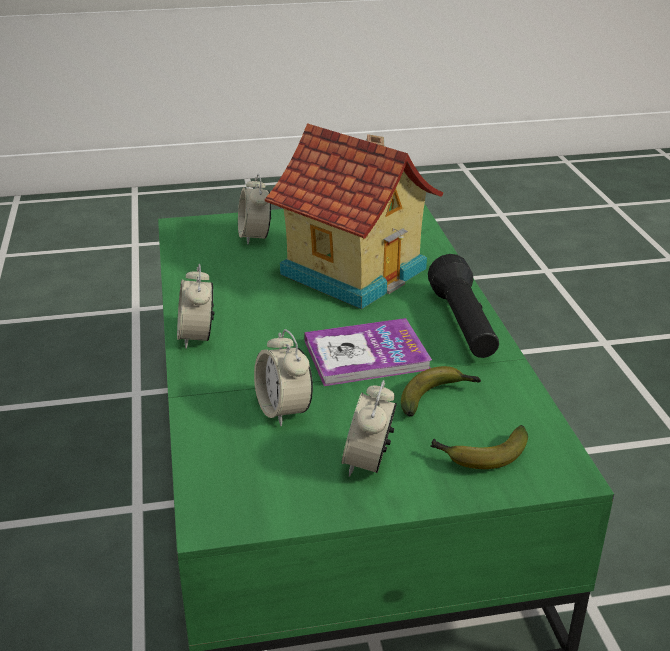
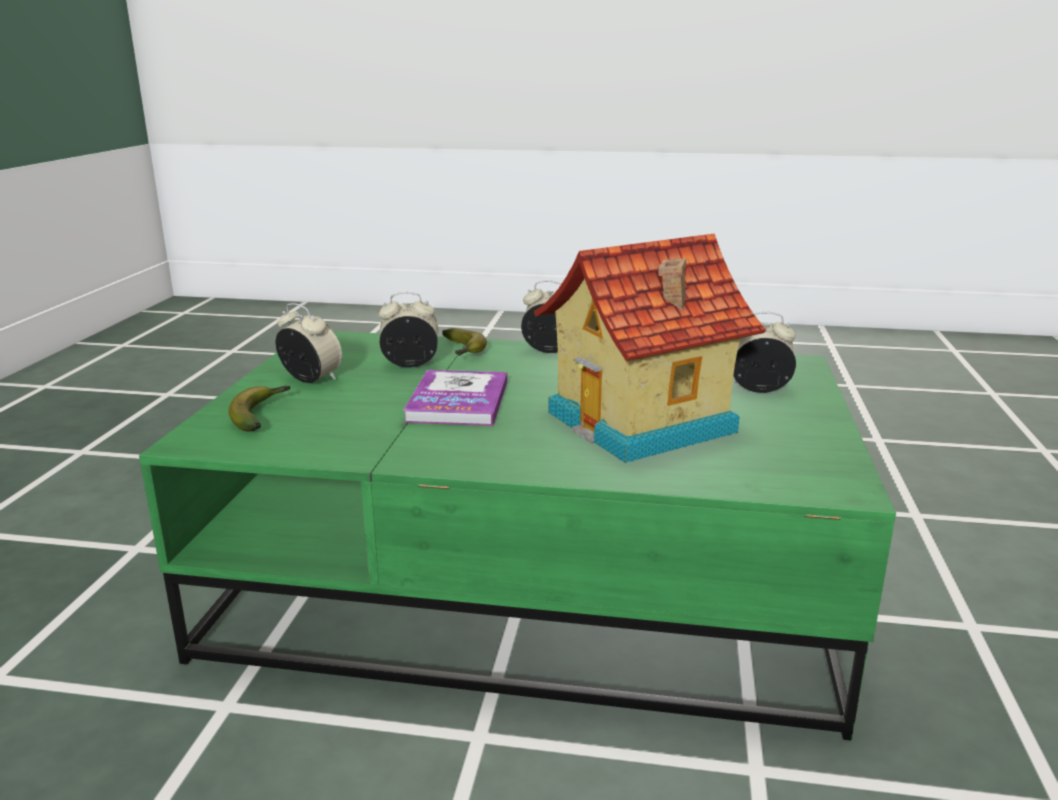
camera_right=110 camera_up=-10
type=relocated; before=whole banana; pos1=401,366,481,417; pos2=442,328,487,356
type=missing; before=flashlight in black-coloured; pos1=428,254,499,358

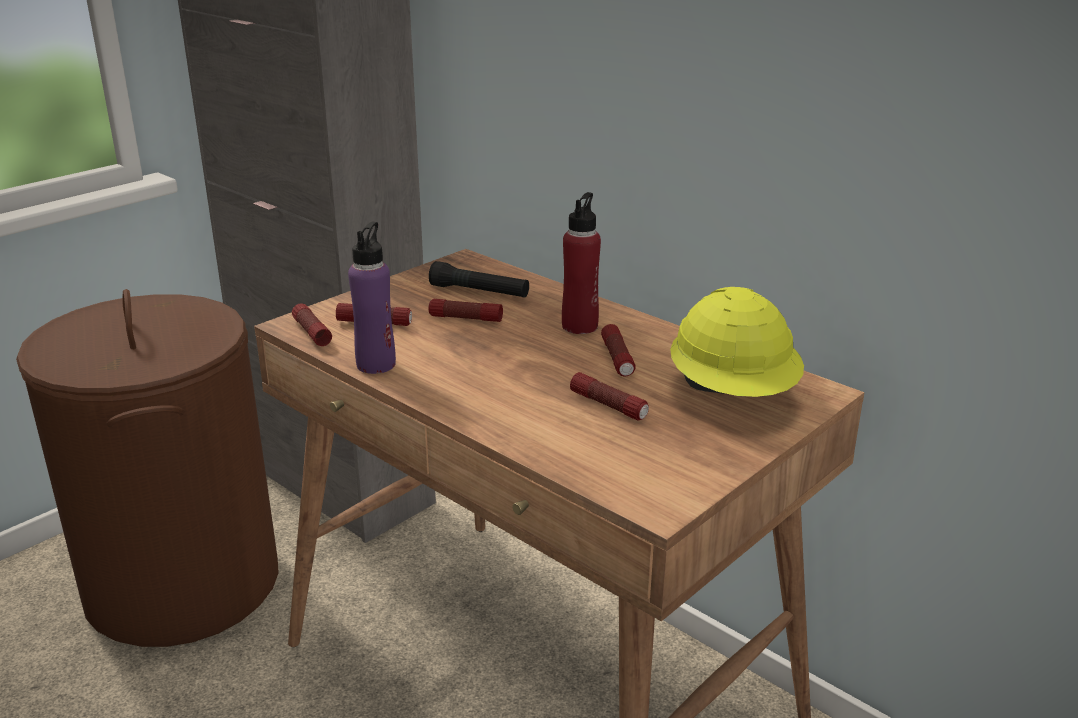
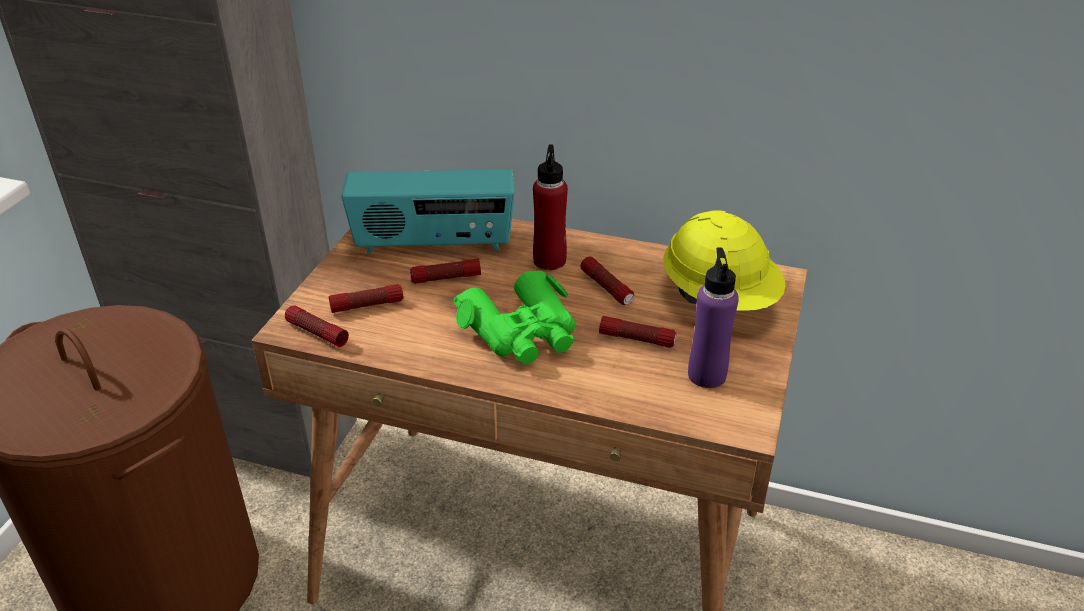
camera_right=-25 camera_up=10
type=relocated; before=drink bottle in purplish; pos1=348,222,396,374; pos2=688,247,739,388
type=exchanged; before=flashlight in black-coloured; after=radio receiver; pos1=429,261,529,298; pos2=341,169,515,253
type=appeared; after=binoculars in greenish; pos2=454,270,576,364

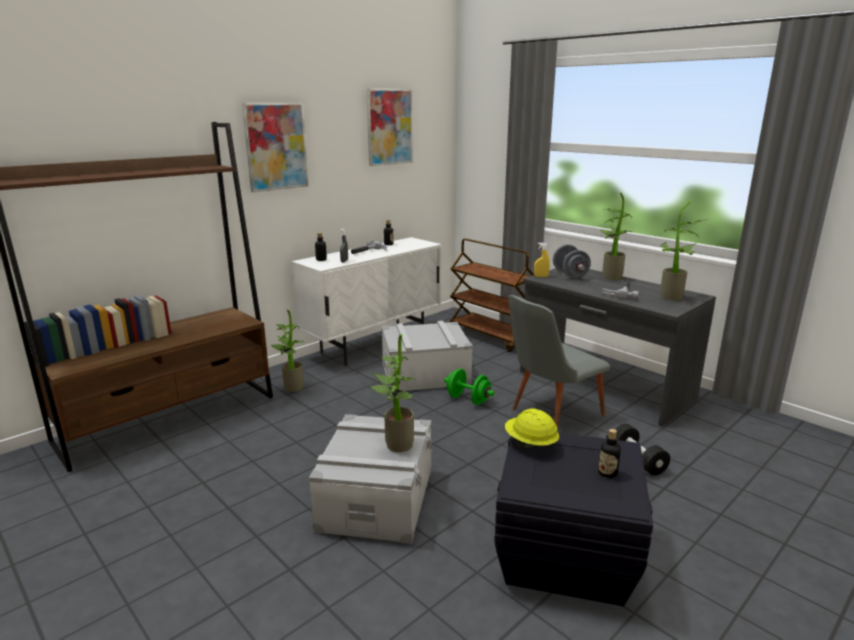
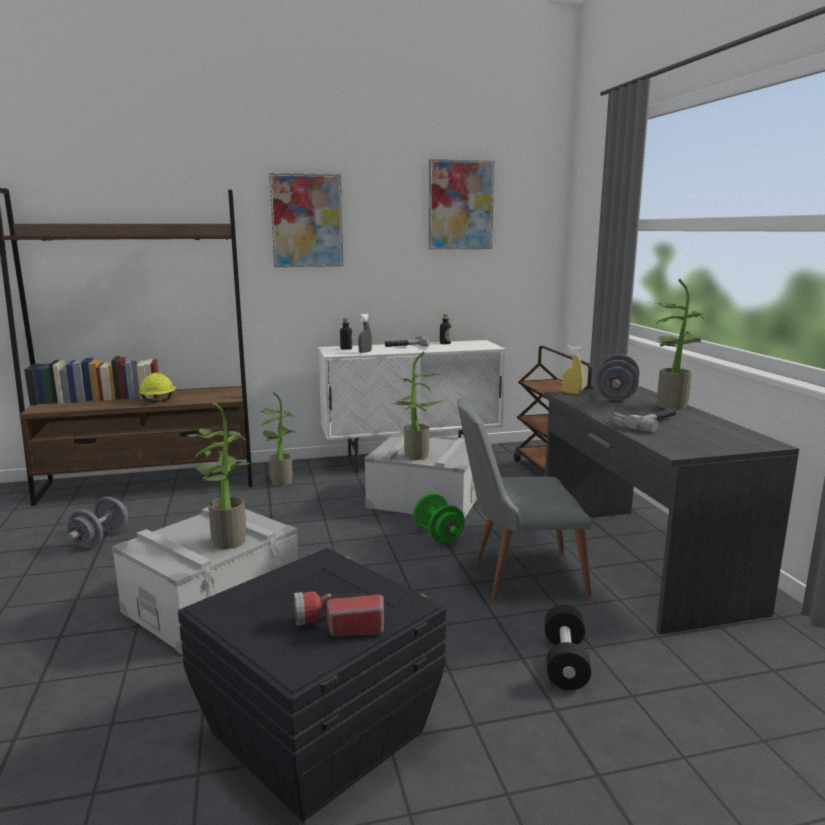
camera_right=30 camera_up=-5
type=relocated; before=safety helmet in yellow-coloured; pos1=505,408,559,449; pos2=138,373,176,402
type=exchanged; before=drink bottle; after=flashlight; pos1=598,429,621,478; pos2=294,591,384,636
type=relocated; before=houseplant; pos1=660,201,709,300; pos2=391,351,445,460
type=appeared; after=dumbbell in greyish; pos2=67,497,128,548

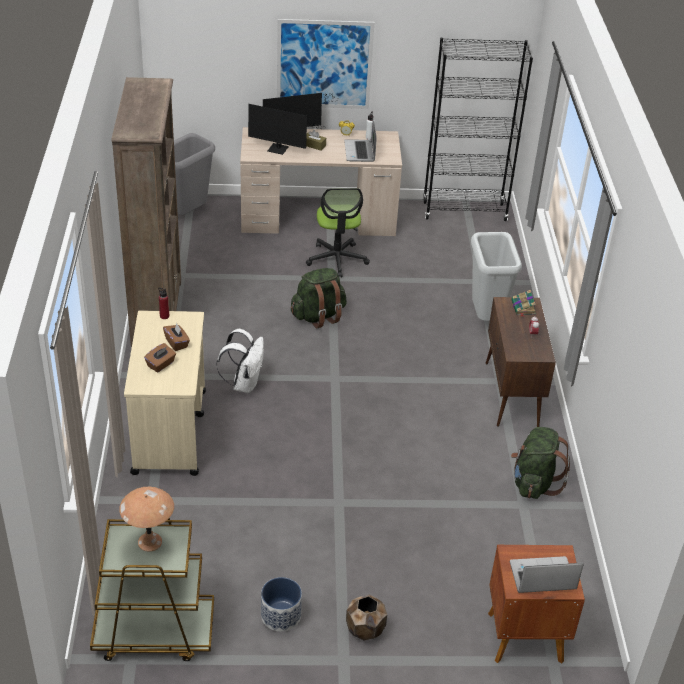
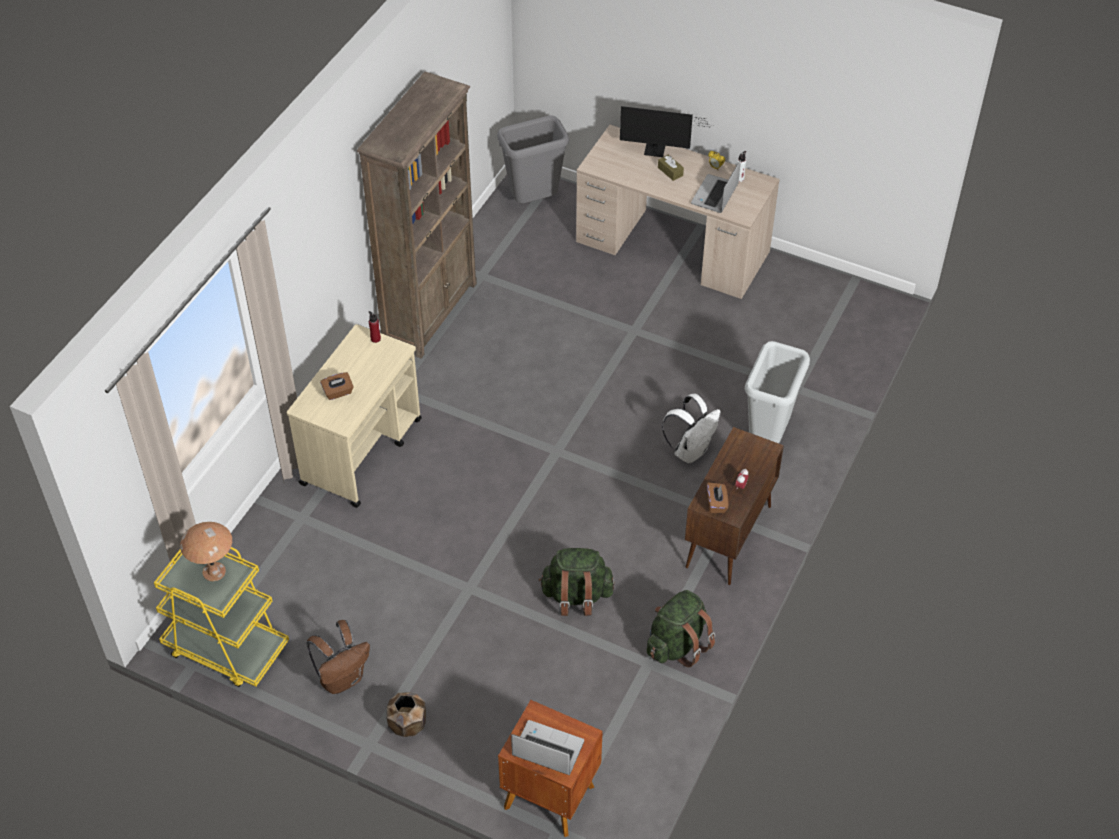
camera_right=30 camera_up=10
type=colour; before=wheeled cart in brownish; after=wheeled cart in yellow-coloured; pos1=90,518,214,661; pos2=154,547,289,687
type=relocated; before=tissue holder in brownish; pos1=163,323,190,351; pos2=707,482,728,513
type=relocated; before=knapsack in white; pos1=216,329,264,394; pos2=662,394,721,464
type=missing; before=monitor; pos1=248,104,326,155
type=exchanged; before=planter; after=knapsack in brownish; pos1=261,577,302,631; pos2=307,620,370,694
type=missing; before=picture; pos1=277,19,374,109
type=relocated; before=knapsack in greenish; pos1=291,268,347,328; pos2=539,548,614,616
type=missing; before=desk chair; pos1=306,188,370,277
type=missing; before=bookcase in black-coloured; pos1=423,38,533,221
type=missing; before=book; pos1=511,290,536,317

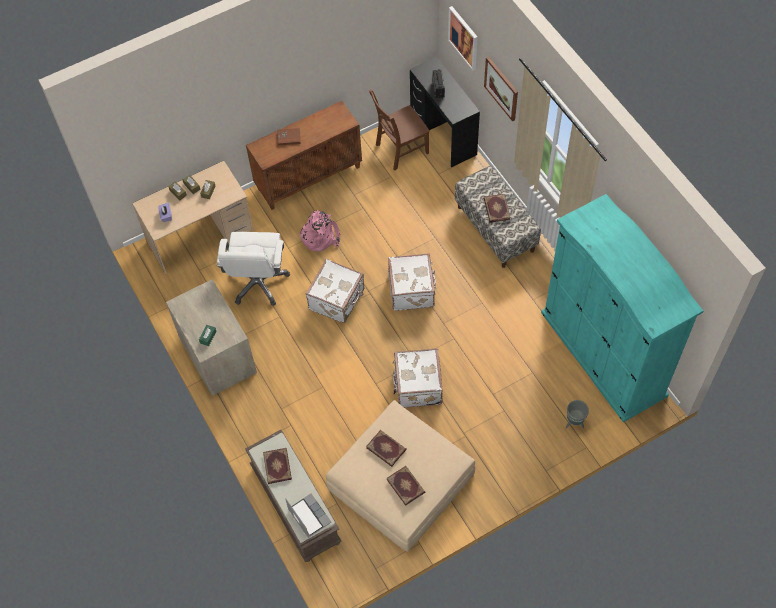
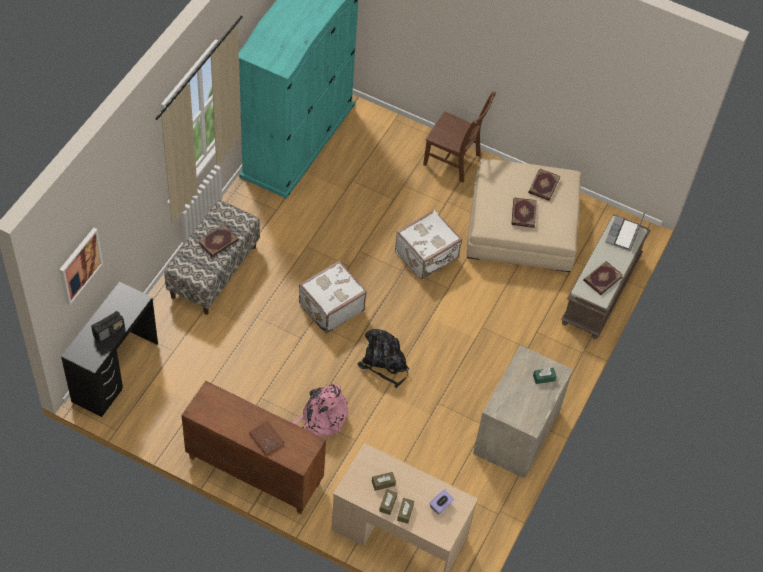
camera_right=-130 camera_up=-5
type=missing; before=desk chair in white; pos1=217,232,290,306
type=exchanged; before=piece of luggage in white; after=knapsack in black-coloured; pos1=306,259,364,323; pos2=357,329,409,388
type=relocated; before=upright chair in brownish; pos1=369,89,430,170; pos2=423,91,496,183
type=missing; before=picture; pos1=484,56,518,122
type=missing; before=planter in greyish; pos1=565,400,589,429

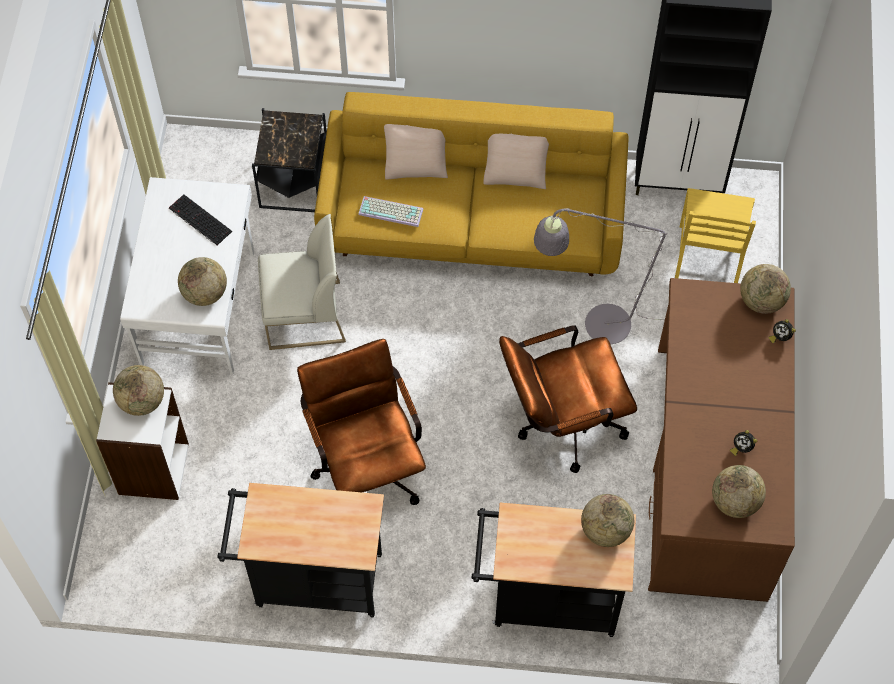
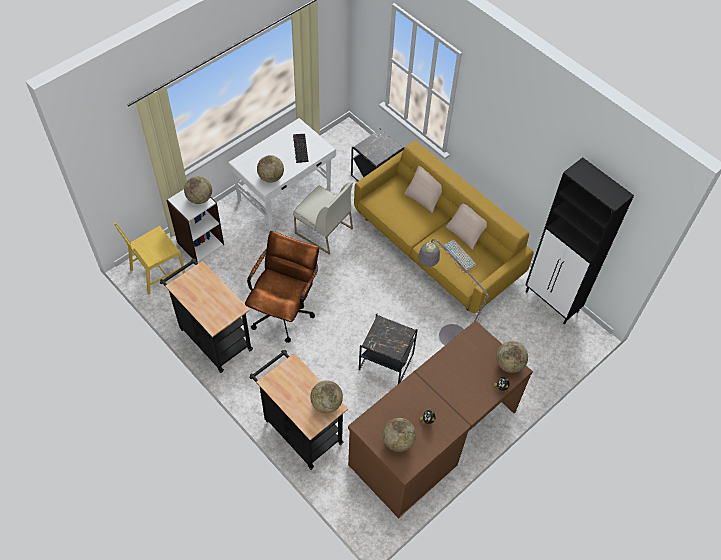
camera_right=40 camera_up=-5
type=relocated; before=computer keyboard; pos1=358,196,423,227; pos2=444,240,476,271
type=exchanged; before=desk chair in brownish; after=accent table in black-coloured; pos1=499,325,637,473; pos2=359,313,418,384
type=relocated; before=upright chair in yellow-coloured; pos1=675,188,756,283; pos2=113,223,185,295

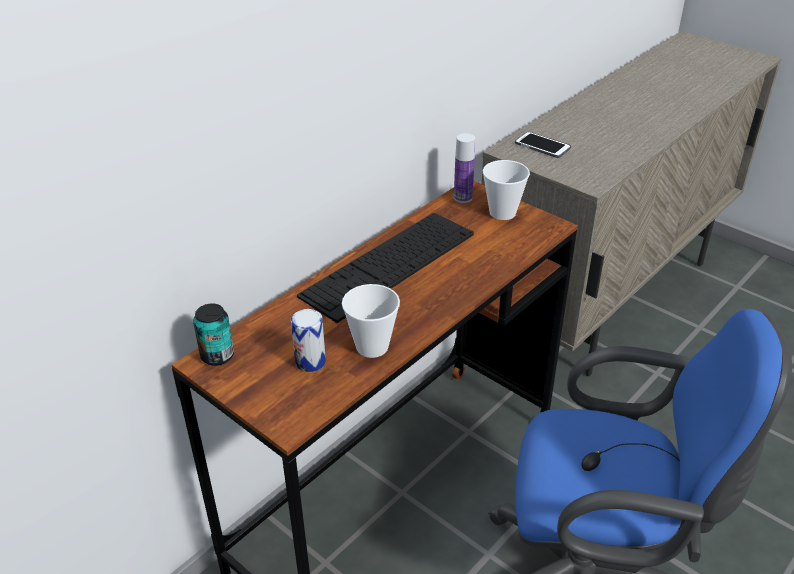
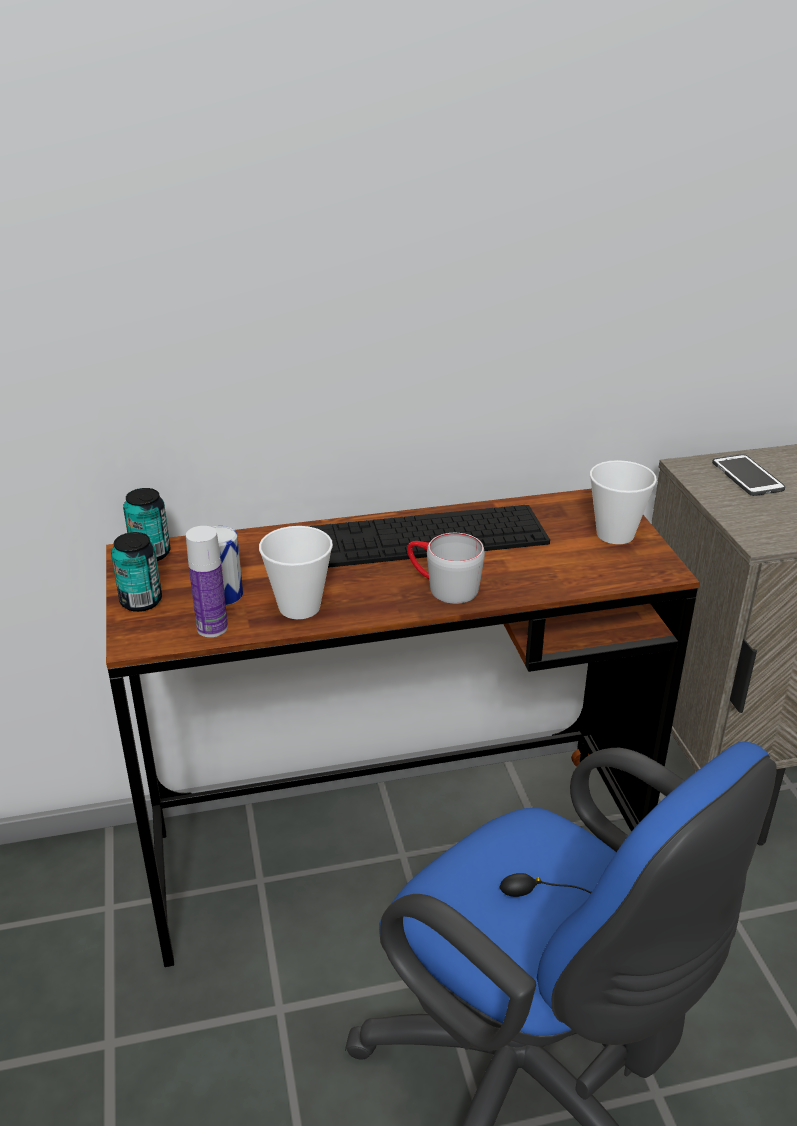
camera_right=35 camera_up=-5
type=relocated; before=drink bottle; pos1=454,133,475,203; pos2=186,526,228,637
type=appeared; after=can; pos2=111,532,162,612
type=appeared; after=tea mug in greyish; pos2=407,533,485,604

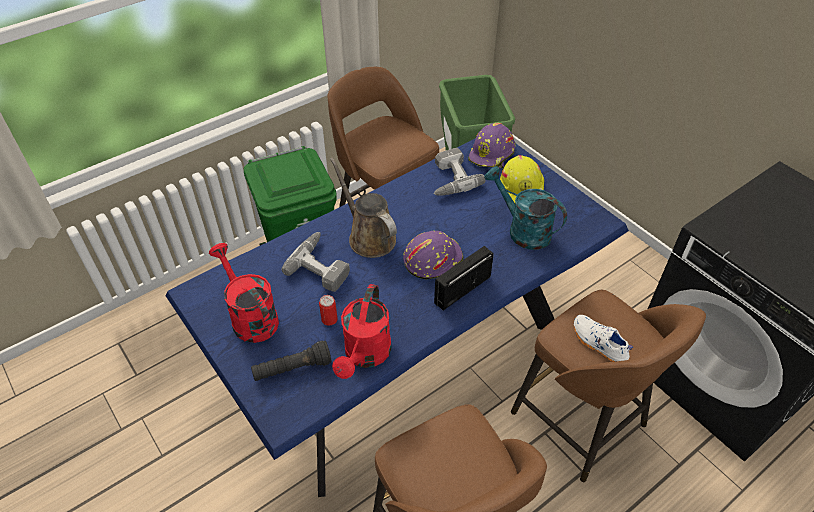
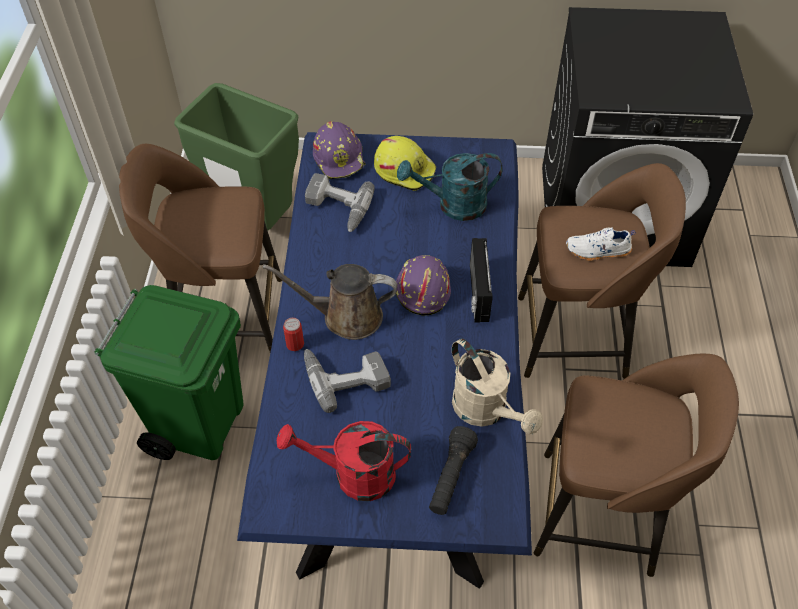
camera_right=-50 camera_up=5
type=relocated; before=can; pos1=319,295,338,326; pos2=283,318,304,351
type=colour; before=watering can in reddish; after=watering can in beige-coloured; pos1=332,284,392,379; pos2=452,338,543,434

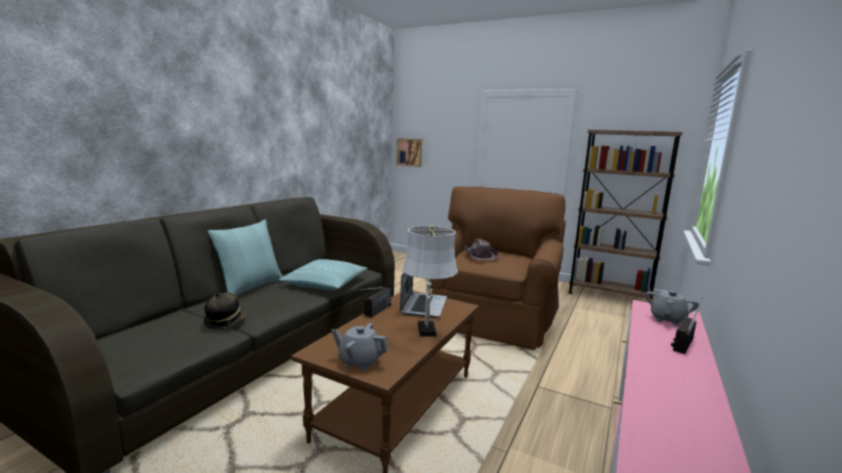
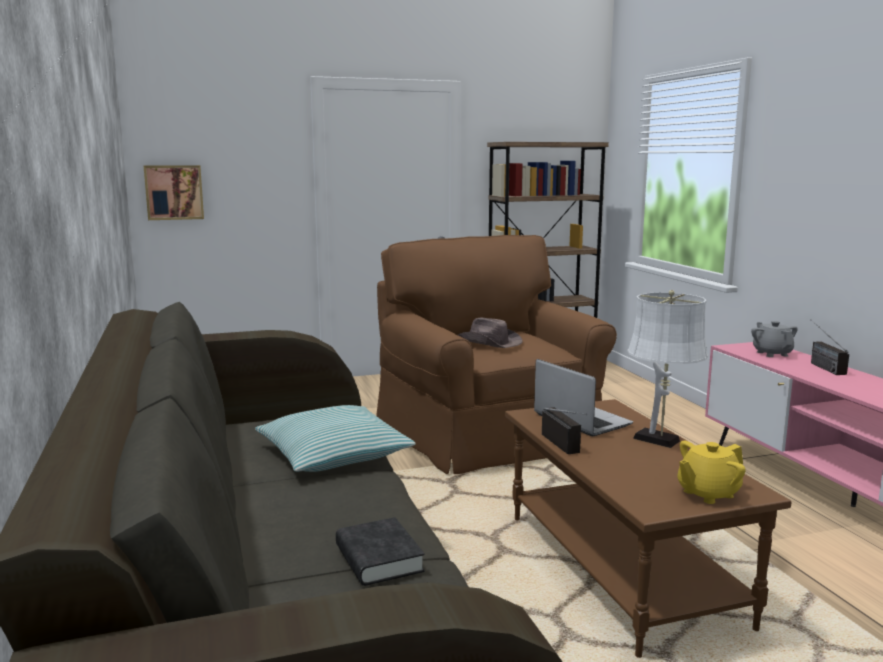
camera_right=-45 camera_up=0
type=exchanged; before=clothing hat; after=book in black-coloured; pos1=203,292,246,329; pos2=336,517,425,586
type=missing; before=throw pillow; pos1=208,220,283,296
type=colour; before=teapot in greyish; after=teapot in yellow-coloured; pos1=332,323,389,370; pos2=677,441,746,504

